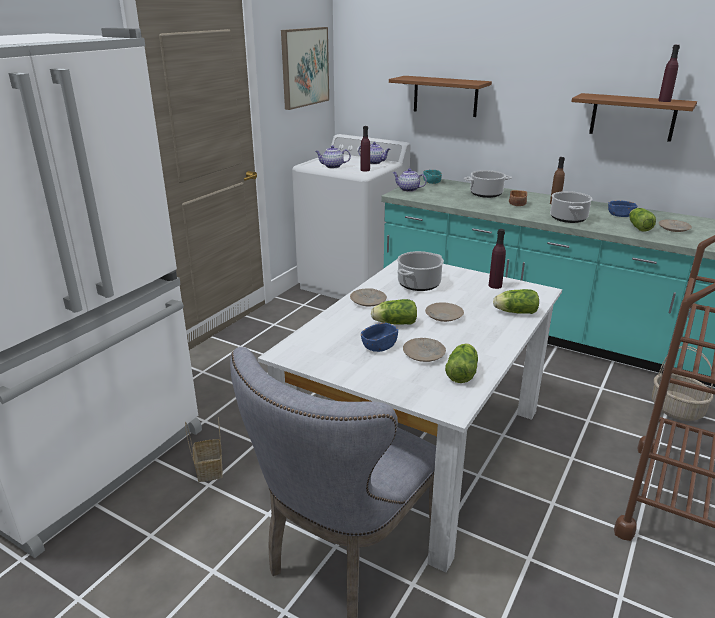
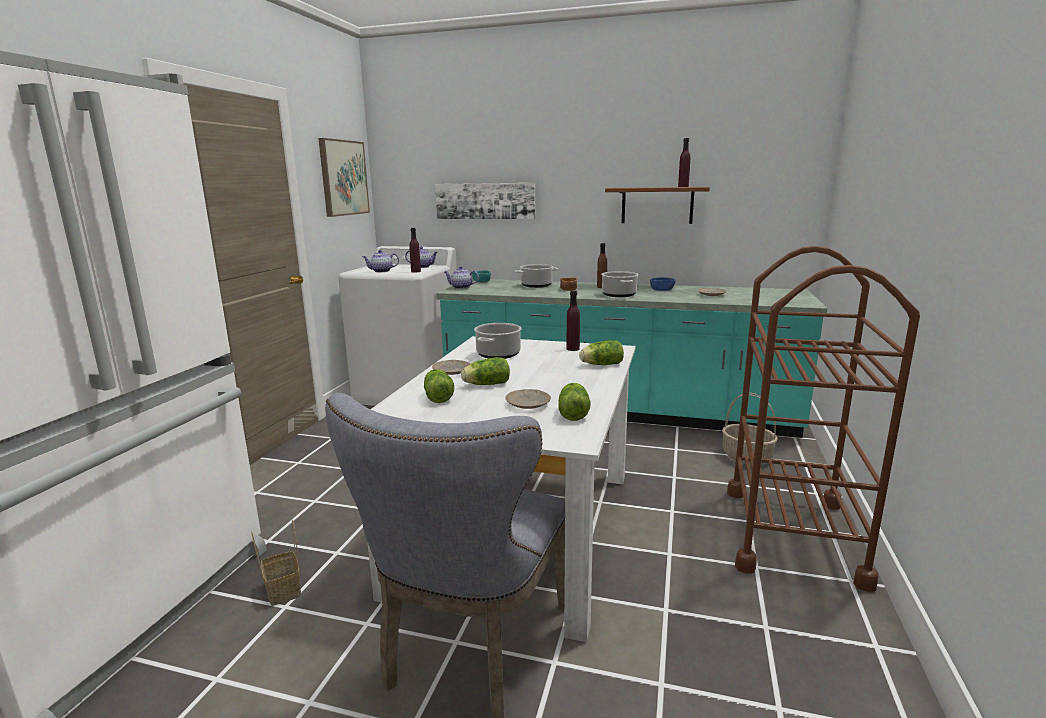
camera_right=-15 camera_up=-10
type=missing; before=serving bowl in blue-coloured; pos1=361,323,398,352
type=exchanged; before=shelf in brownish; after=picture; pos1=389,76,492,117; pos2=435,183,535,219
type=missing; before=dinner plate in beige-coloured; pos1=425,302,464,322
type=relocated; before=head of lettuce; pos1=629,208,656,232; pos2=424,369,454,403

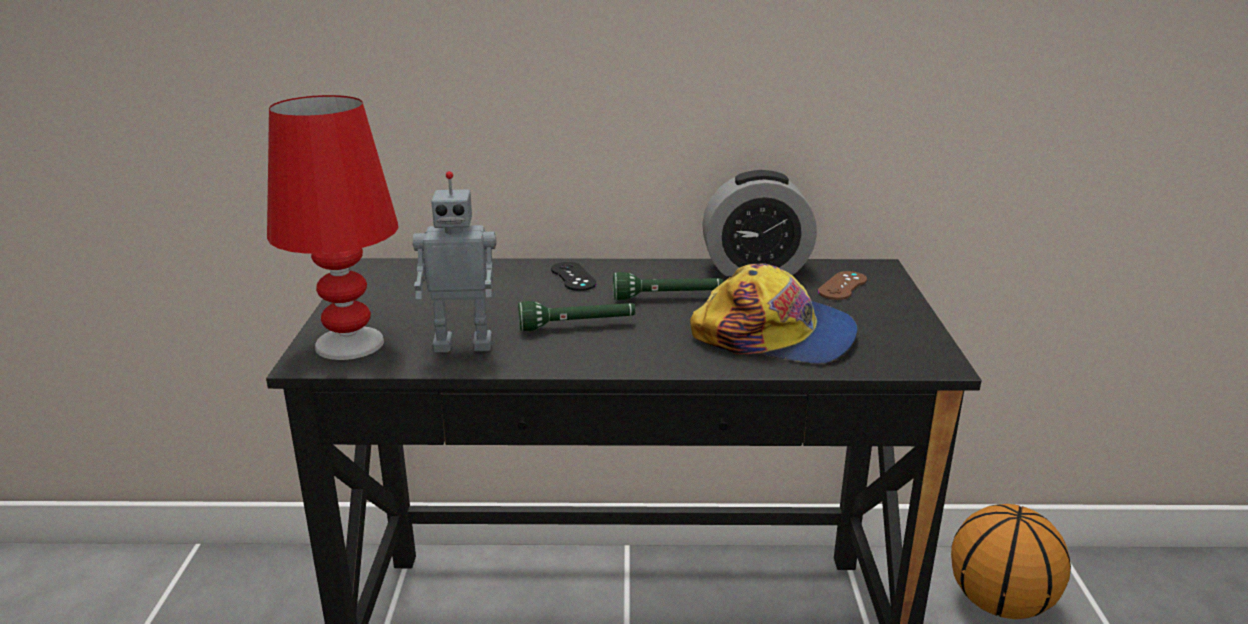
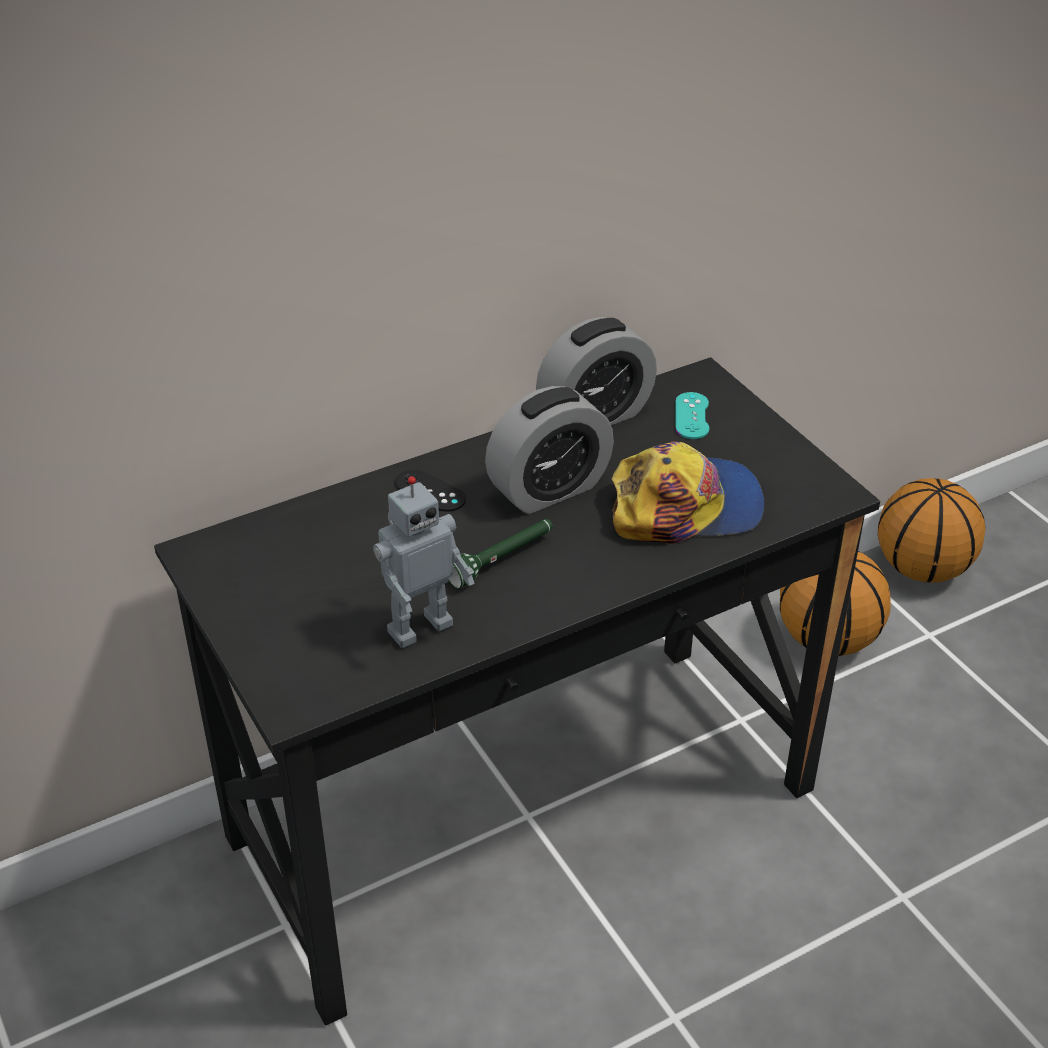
camera_right=-30 camera_up=15
type=missing; before=tabletop lamp in reddish; pos1=267,95,399,360
type=exchanged; before=flashlight in greenish; after=alarm clock; pos1=613,272,723,300; pos2=485,386,614,514
type=colour; before=game controller in brownish; after=game controller in turquoise-coloured; pos1=818,271,867,300; pos2=675,392,709,439
type=appeared; after=basketball; pos2=878,478,986,583

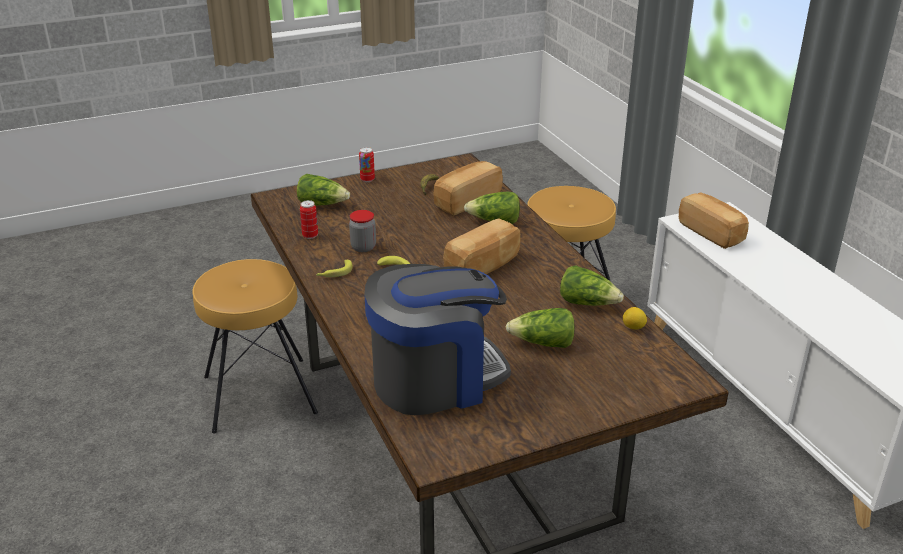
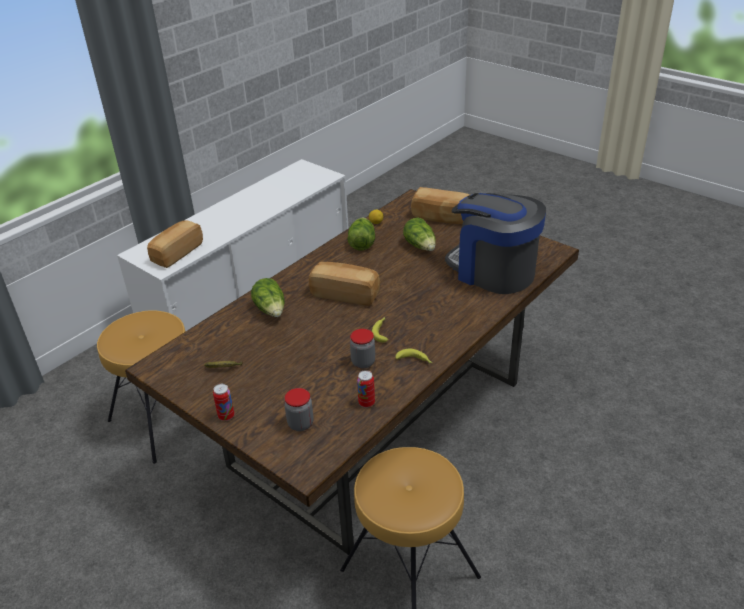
camera_right=-115 camera_up=5
type=exchanged; before=head of lettuce; after=storage jar; pos1=297,174,350,206; pos2=284,388,313,431
type=relocated; before=bread; pos1=433,161,503,216; pos2=411,187,470,224

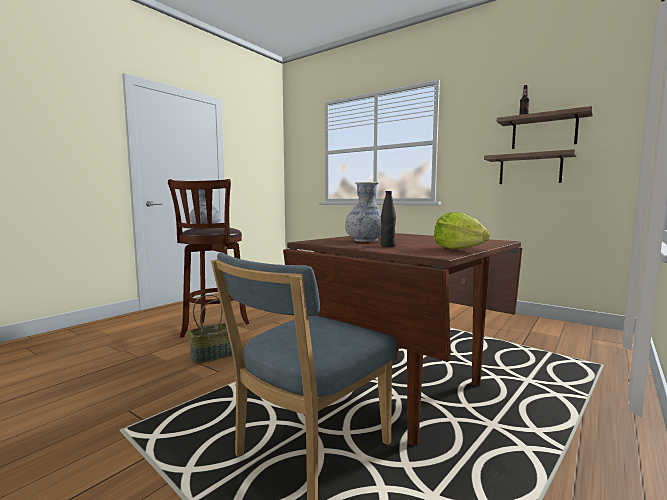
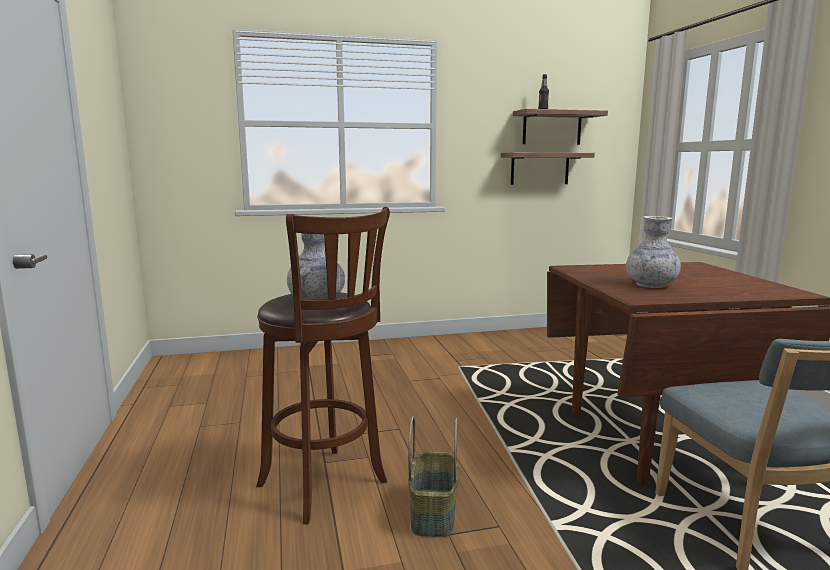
camera_right=-50 camera_up=5
type=missing; before=drink bottle in black-coloured; pos1=380,191,396,247
type=missing; before=head of lettuce; pos1=434,212,490,249

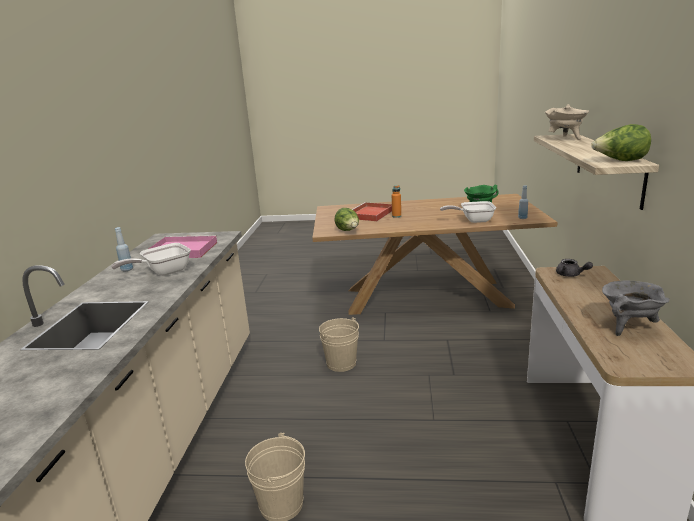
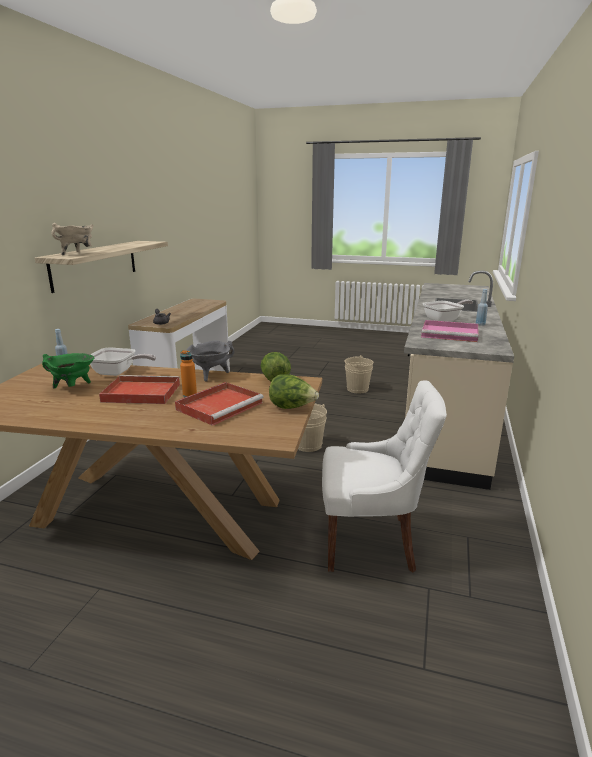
camera_right=-170 camera_up=0
type=relocated; before=head of lettuce; pos1=591,124,651,161; pos2=269,374,319,409
type=relocated; before=cooking pot in greyish; pos1=602,281,670,336; pos2=187,341,235,381
type=appeared; after=tray in reddish; pos2=99,375,180,404
type=appeared; after=upright chair in white; pos2=322,380,447,572

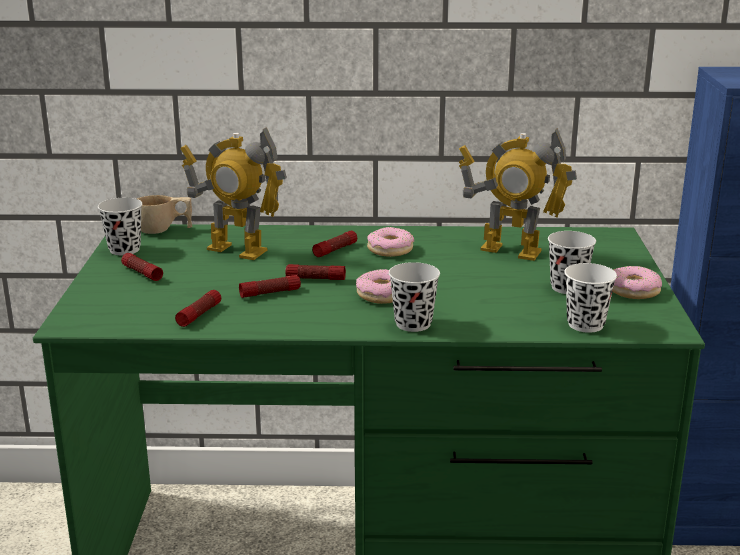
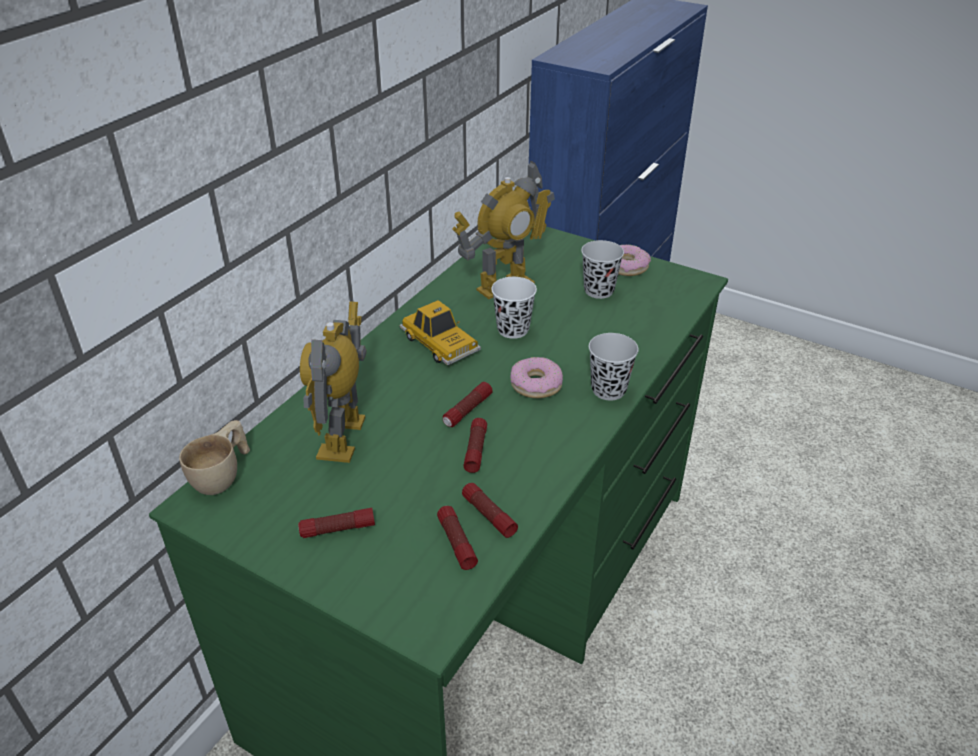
camera_right=-60 camera_up=15
type=missing; before=small cup in black-coloured; pos1=98,198,142,255
type=spun; before=model robot; pos1=181,127,287,260; pos2=300,301,367,463; turn=135
type=relocated; before=flashlight; pos1=312,230,357,257; pos2=437,506,478,570
type=exchanged; before=doughnut; after=model car; pos1=367,227,414,257; pos2=400,300,481,365
type=relocated; before=small cup in white; pos1=564,263,617,333; pos2=491,277,537,339

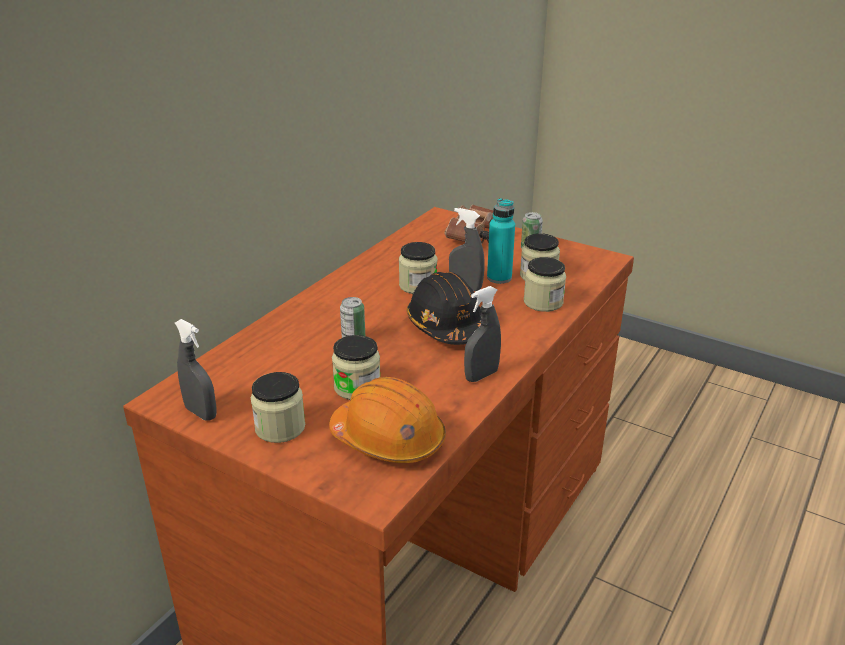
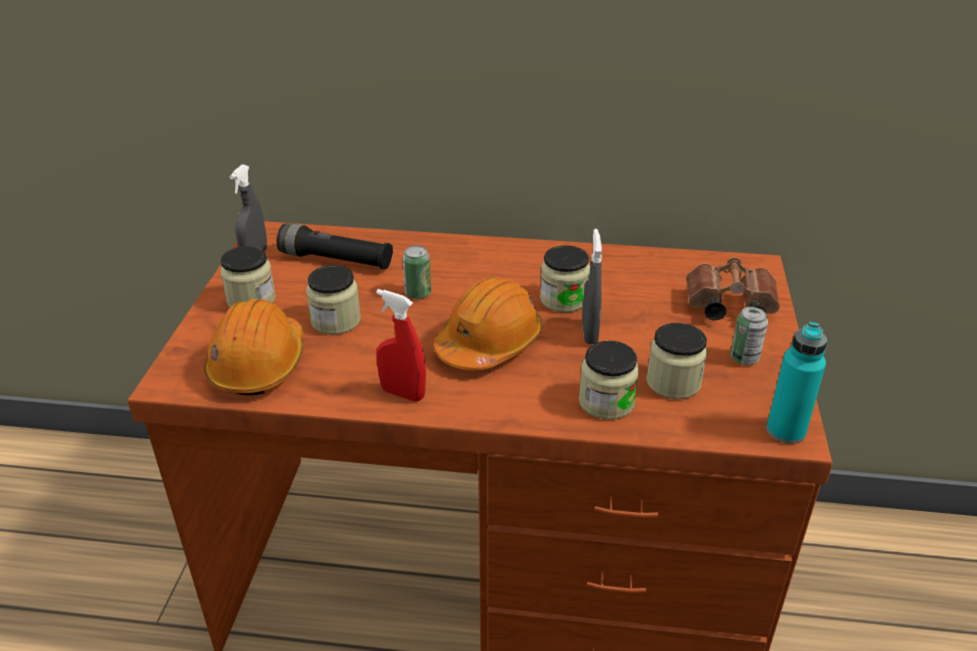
camera_right=65 camera_up=5
type=colour; before=safety helmet in black-coloured; after=safety helmet in orange-coloured; pos1=406,272,481,345; pos2=434,277,542,370
type=colour; before=spray bottle in greyish; after=spray bottle in reddish; pos1=464,286,501,382; pos2=376,289,426,402
type=relocated; before=drink bottle in turquoise-coloured; pos1=487,198,515,284; pos2=766,322,827,444
type=appeared; after=flashlight in black-coloured; pos2=277,223,393,270

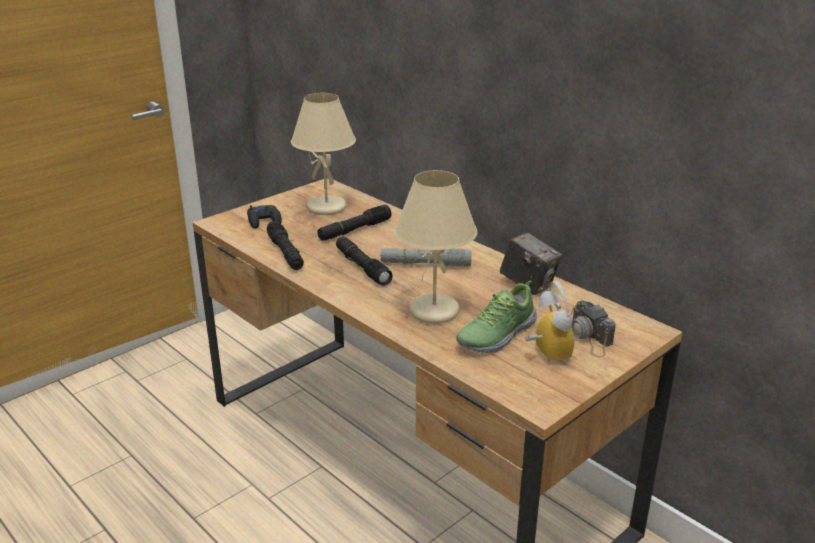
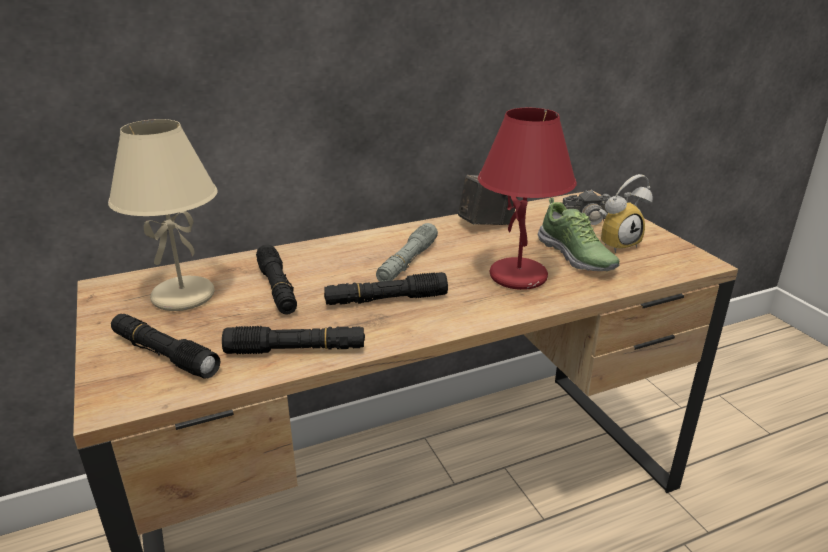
camera_right=-70 camera_up=0
type=exchanged; before=game controller in black-coloured; after=flashlight in black-coloured; pos1=247,205,282,229; pos2=111,314,220,378
type=colour; before=tabletop lamp in beige-coloured; after=tabletop lamp in reddish; pos1=394,170,477,324; pos2=478,108,577,290
type=spun; before=alarm clock; pos1=525,281,574,363; pos2=599,174,653,253; turn=150

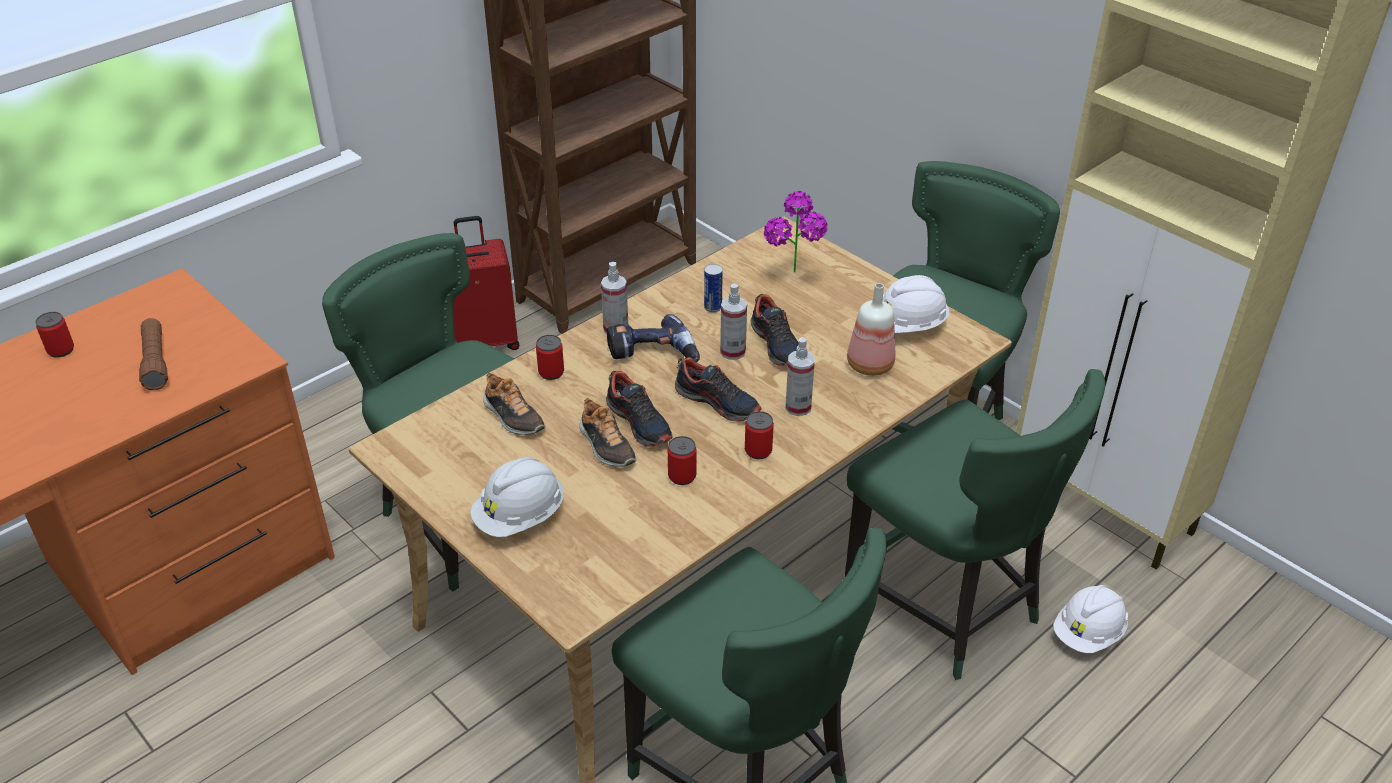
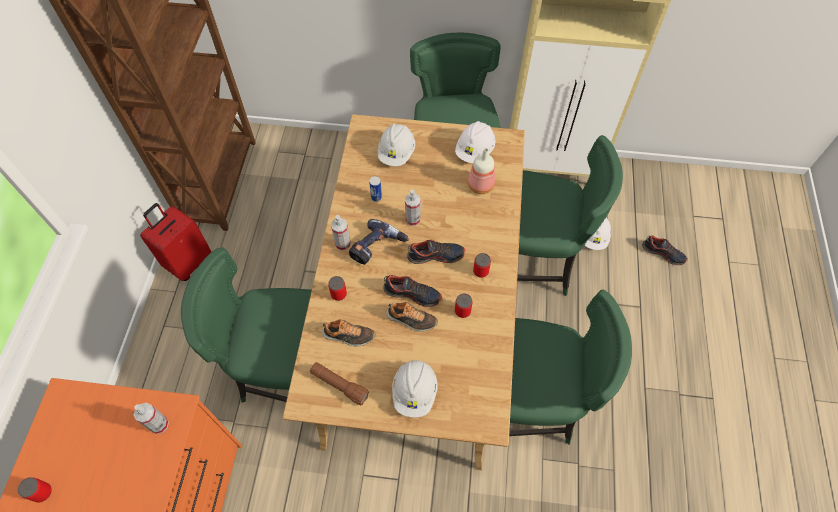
camera_right=-40 camera_up=20
type=relocated; before=flashlight in brownish; pos1=139,318,168,390; pos2=310,362,369,405
type=relocated; before=low shoe; pos1=750,294,799,366; pos2=642,235,688,265
type=exchanged; before=houseplant; after=safety helmet in white; pos1=764,191,828,272; pos2=378,124,415,166
type=relocated; before=spray bottle; pos1=785,337,815,416; pos2=134,403,169,434

